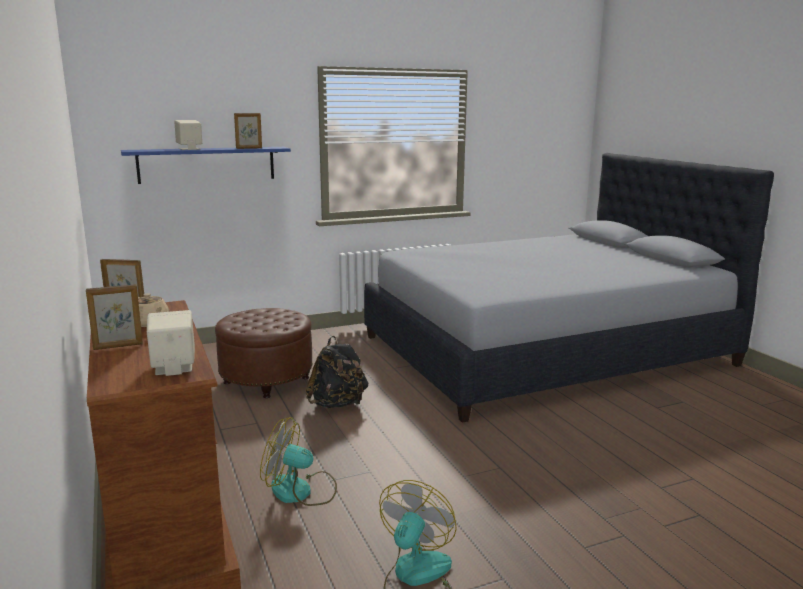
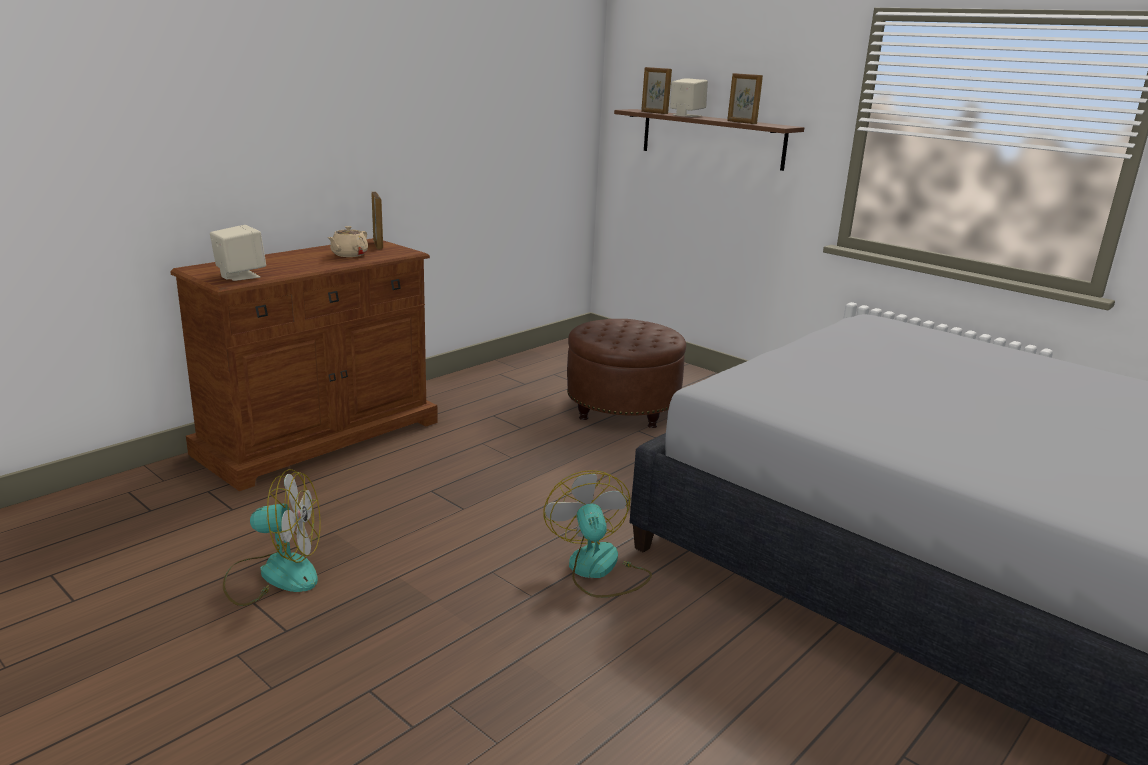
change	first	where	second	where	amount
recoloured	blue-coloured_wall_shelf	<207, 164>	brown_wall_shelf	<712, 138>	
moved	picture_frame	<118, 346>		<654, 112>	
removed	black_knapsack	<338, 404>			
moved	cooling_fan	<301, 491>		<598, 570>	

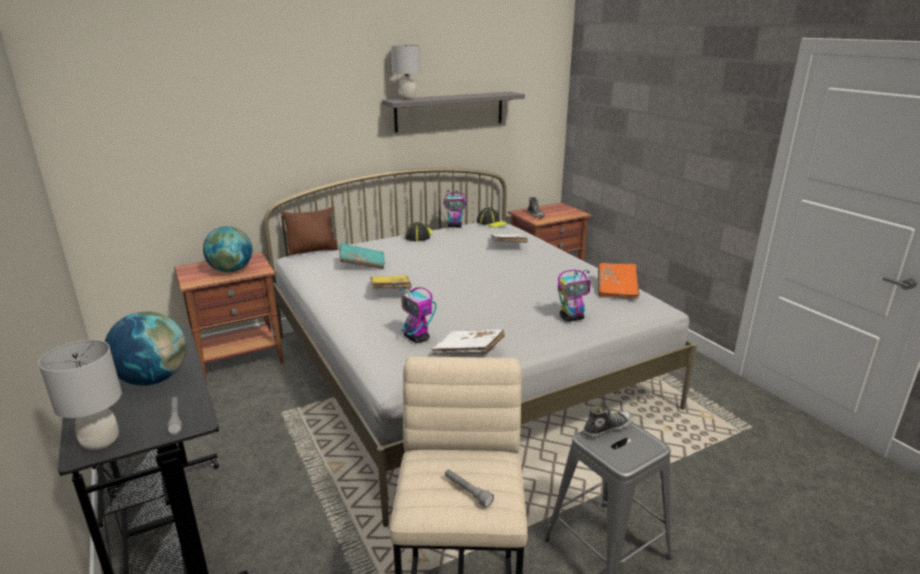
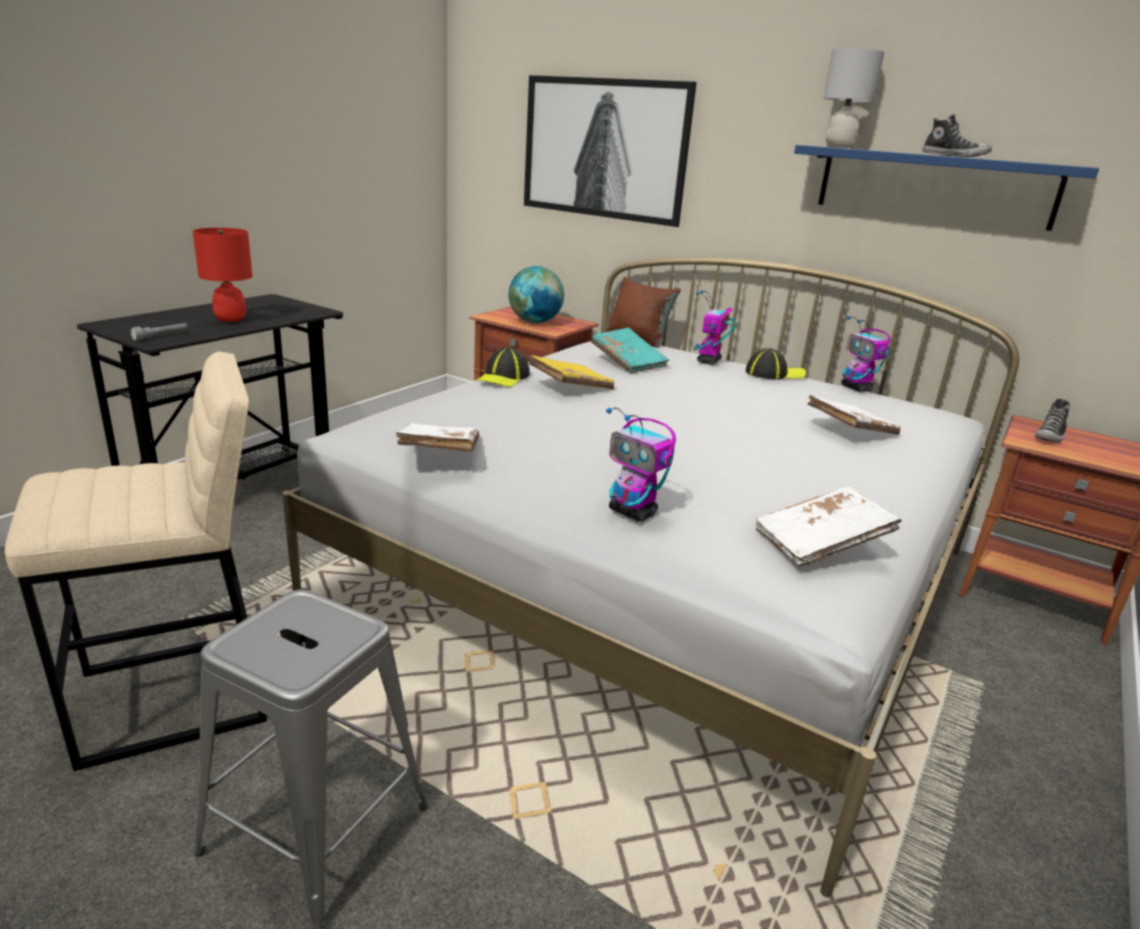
change	first	where	second	where	amount
recoloured	gray_wall_shelf	<450, 111>	blue-coloured_wall_shelf	<934, 186>	
moved	cap	<492, 223>		<503, 377>	
recoloured	orange_bound_book	<617, 289>	white_bound_book	<821, 543>	
moved	toy_robot	<417, 338>		<708, 361>	
replaced	desk_globe	<153, 379>	red-coloured_lamp_for_a_table	<231, 319>	
removed	gray_lamp_for_a_table	<99, 443>			
moved	shoe	<607, 428>		<954, 156>	
removed	gray_hand_torch	<467, 492>			
added			wall_picture	<603, 149>	

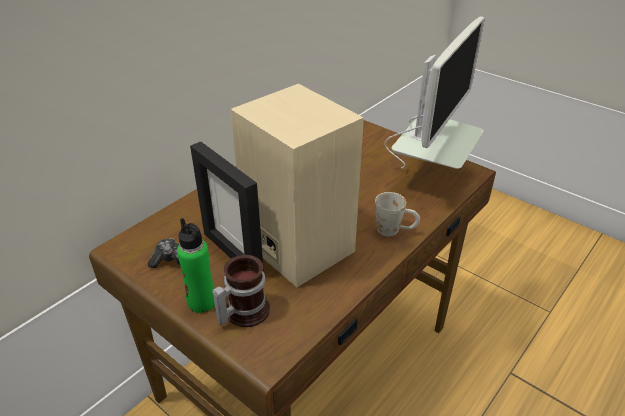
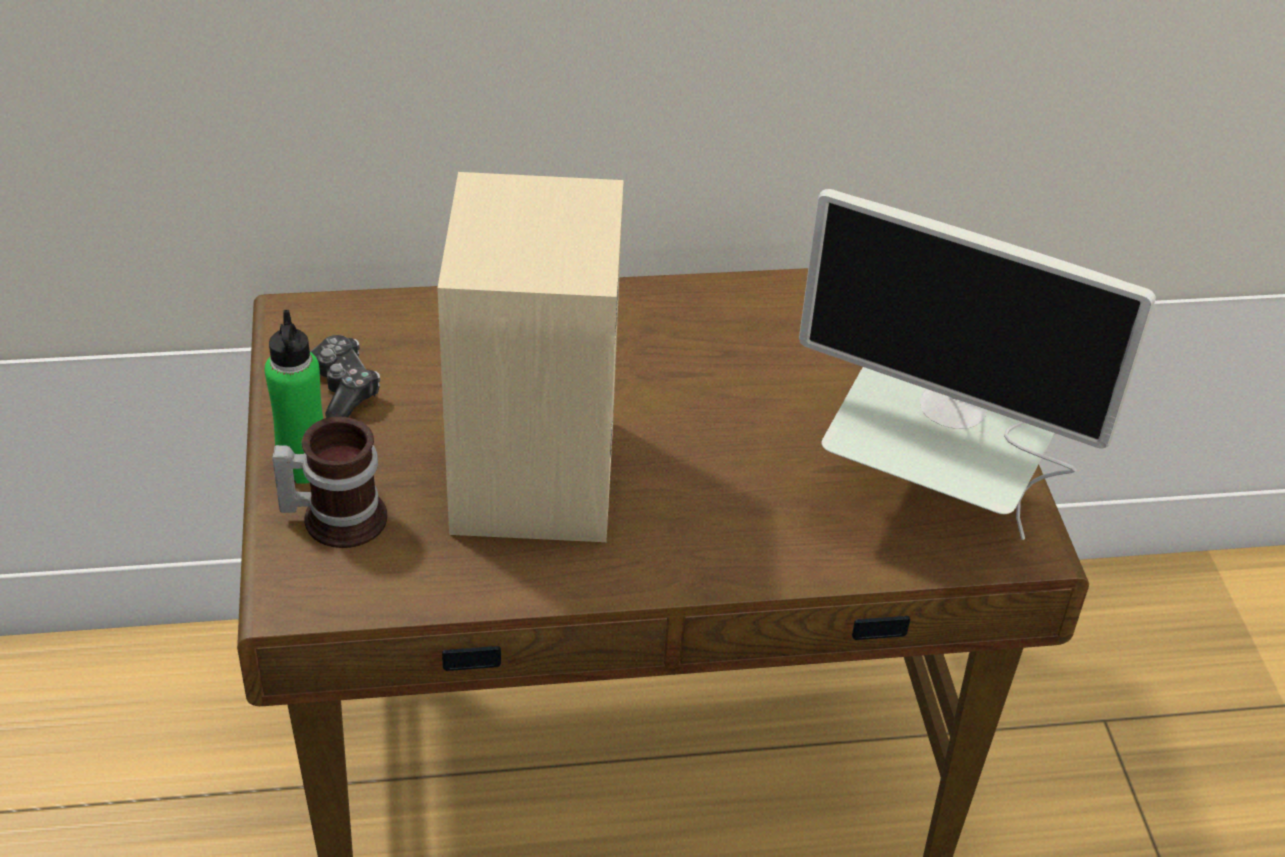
change	first	where	second	where	amount
turned	monitor	<429, 176>		<929, 504>	45 degrees clockwise
removed	picture_frame	<234, 252>			
removed	white_tea_mug	<395, 230>			

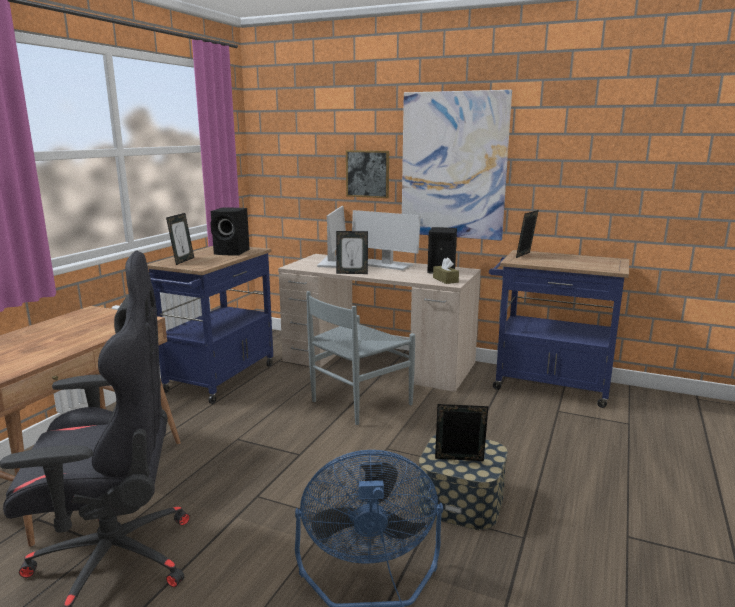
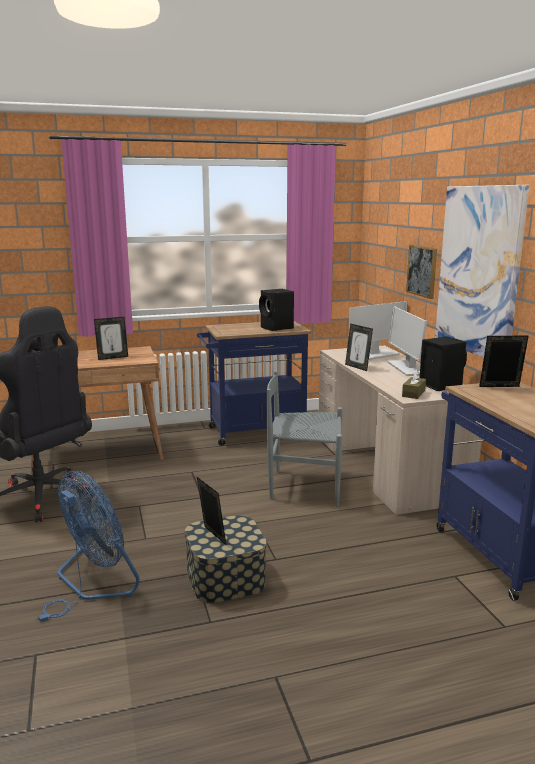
change	first	where	second	where	amount
moved	picture_frame	<182, 261>		<112, 357>	

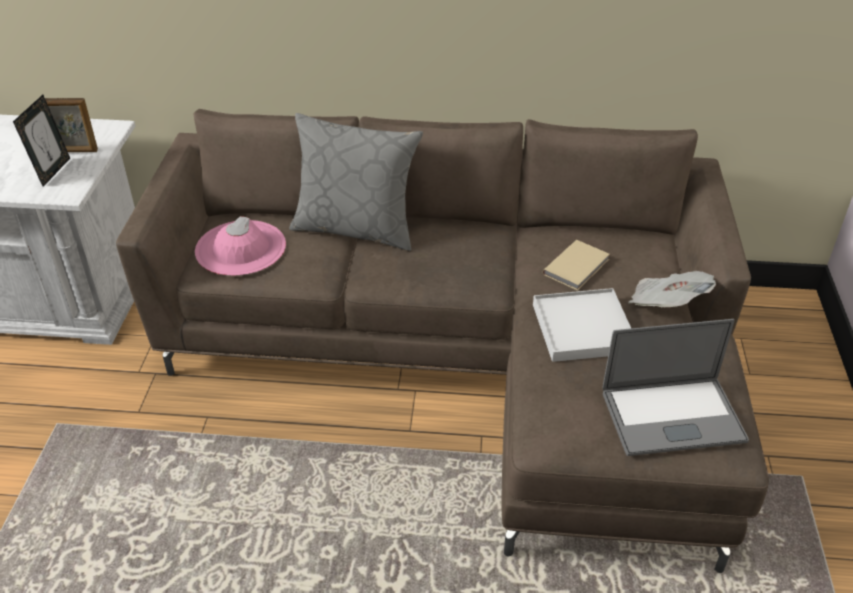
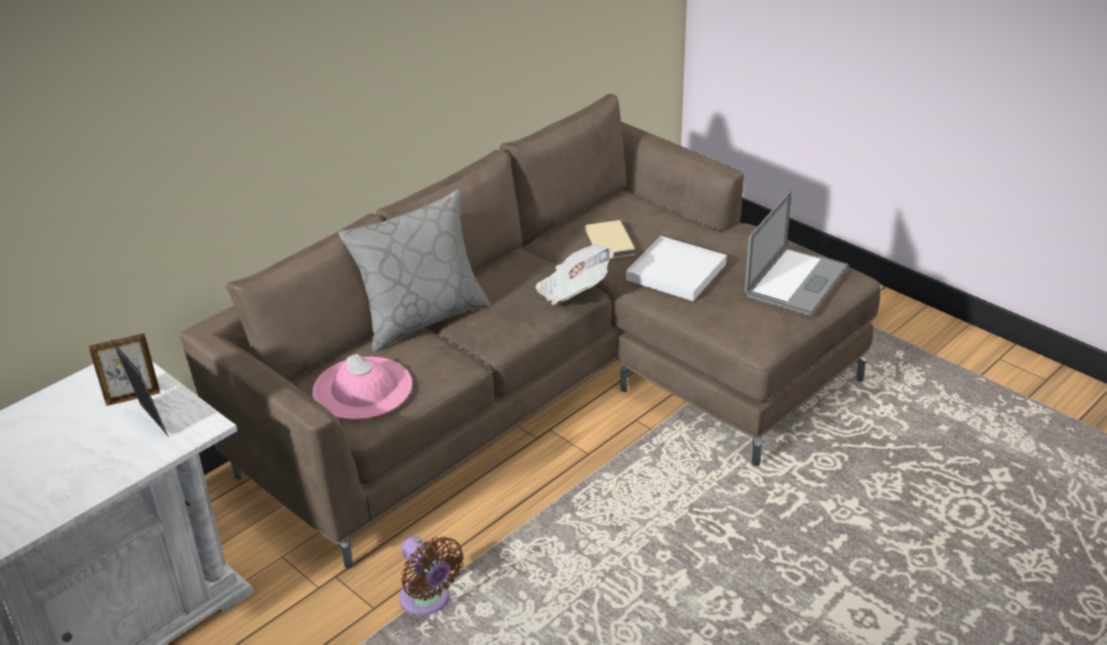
change	first	where	second	where	amount
turned	picture_frame	<75, 151>		<132, 397>	150 degrees counterclockwise
moved	printed_paper	<666, 304>		<573, 291>	
added			brown_cooling_fan	<428, 601>	

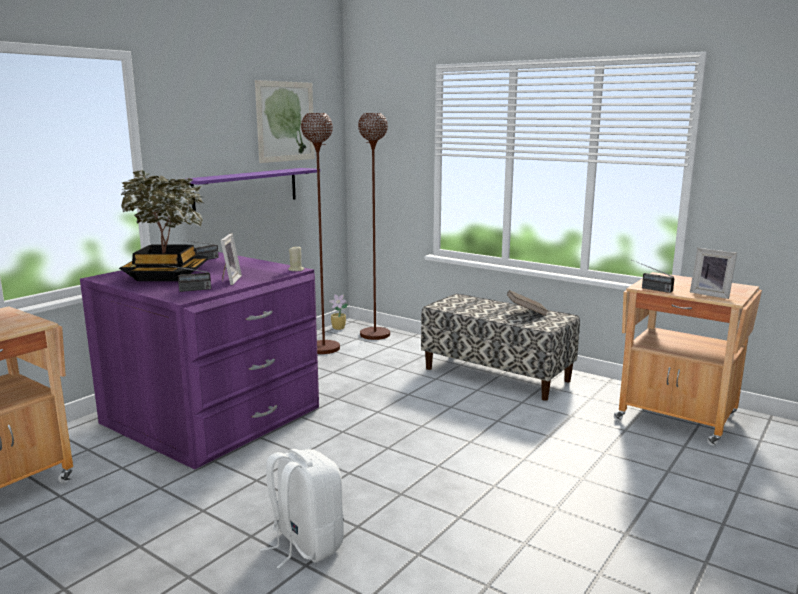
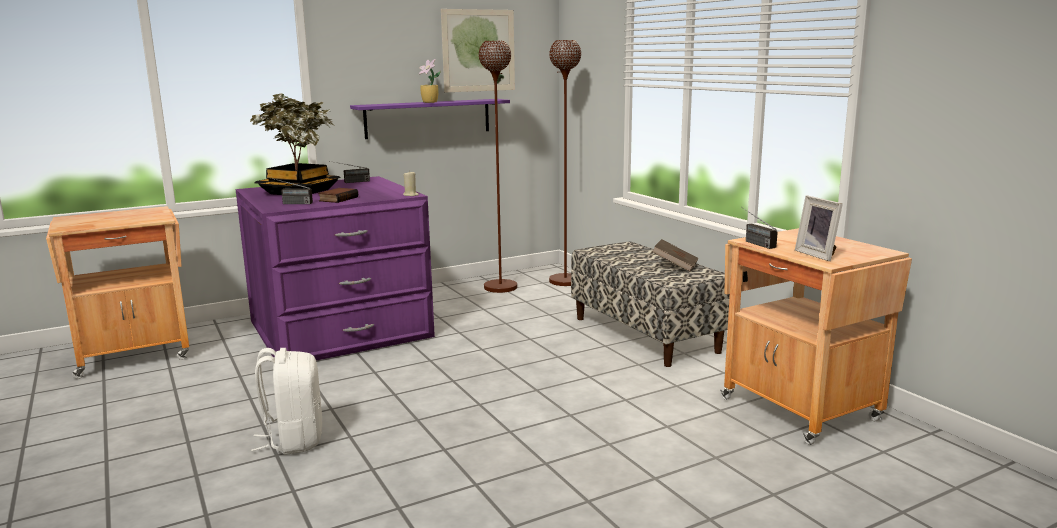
change	first	where	second	where	amount
replaced	picture_frame	<229, 280>	bound_book	<338, 199>	
moved	houseplant	<339, 328>		<430, 102>	

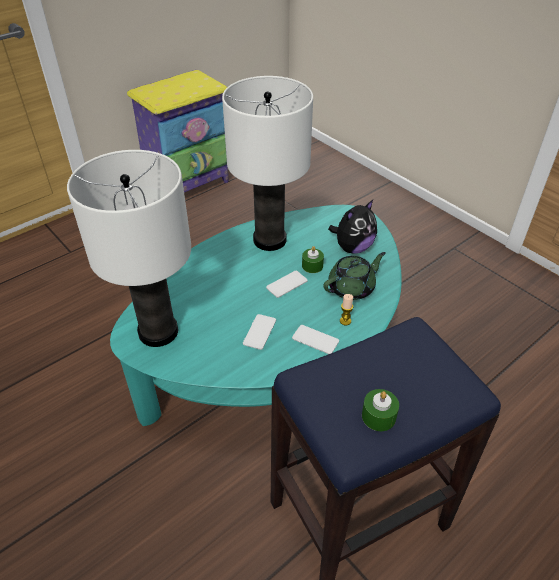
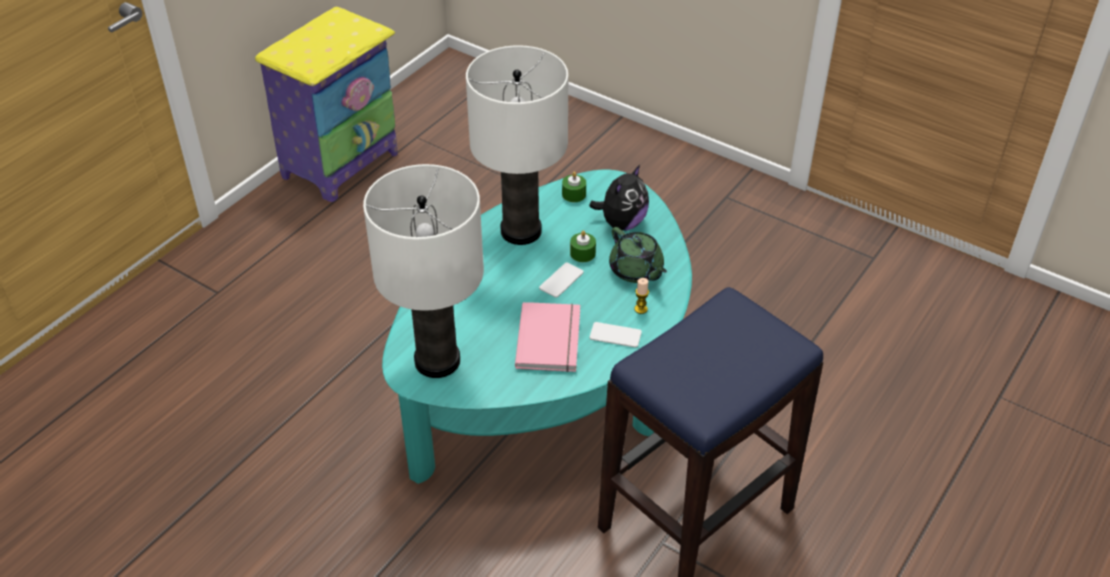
change	first	where	second	where	amount
turned	greenish_teapot	<352, 288>		<636, 271>	105 degrees clockwise
replaced	phone	<259, 332>	pinkish_bound_book	<551, 339>	
moved	greenish_wax_light	<378, 416>		<574, 194>	

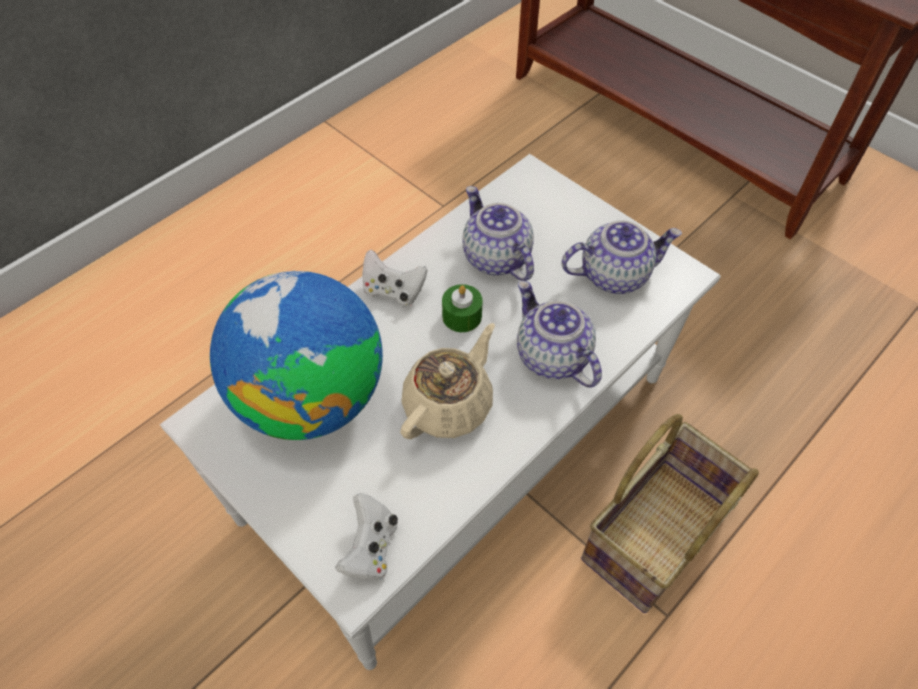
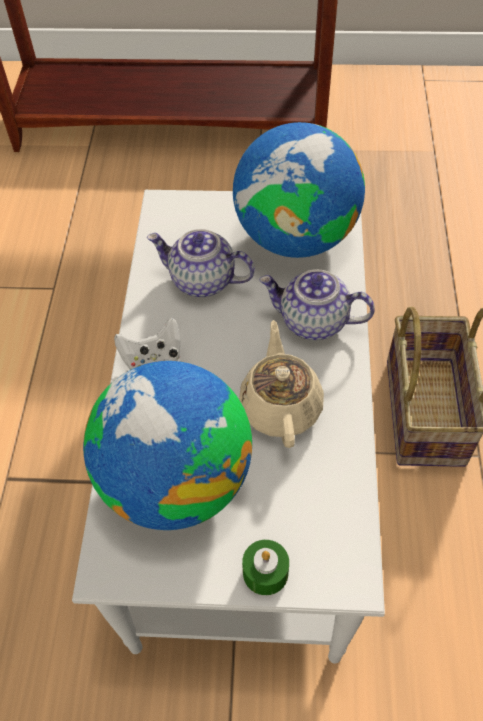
change	first	where	second	where	amount
replaced	teapot	<614, 274>	desk_globe	<295, 237>	
moved	greenish_wax_light	<462, 316>		<265, 572>	
removed	white_game_controller	<371, 548>			

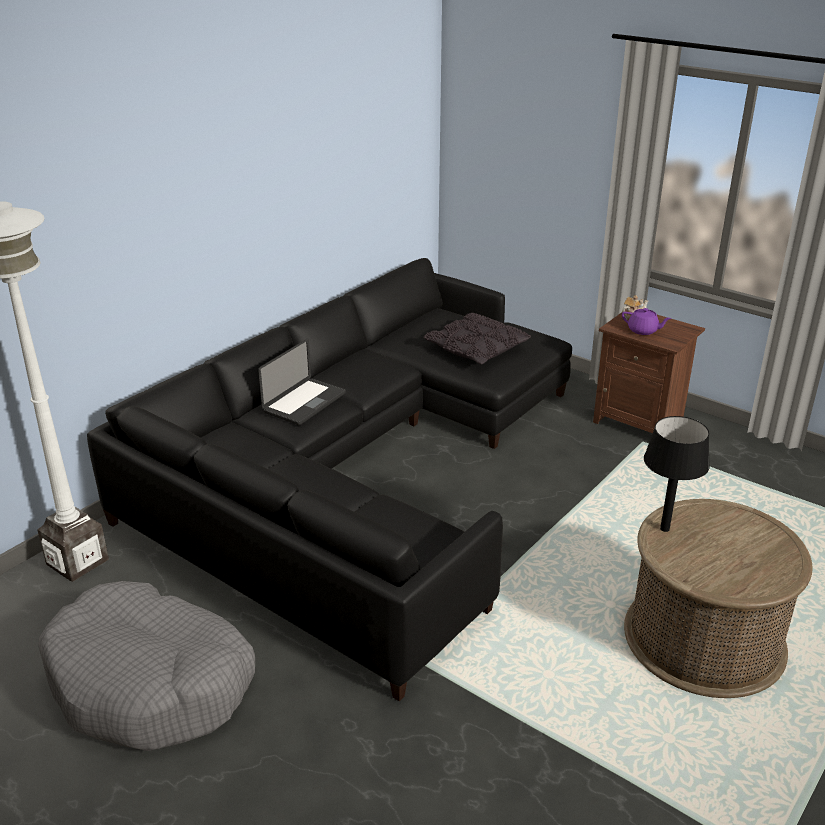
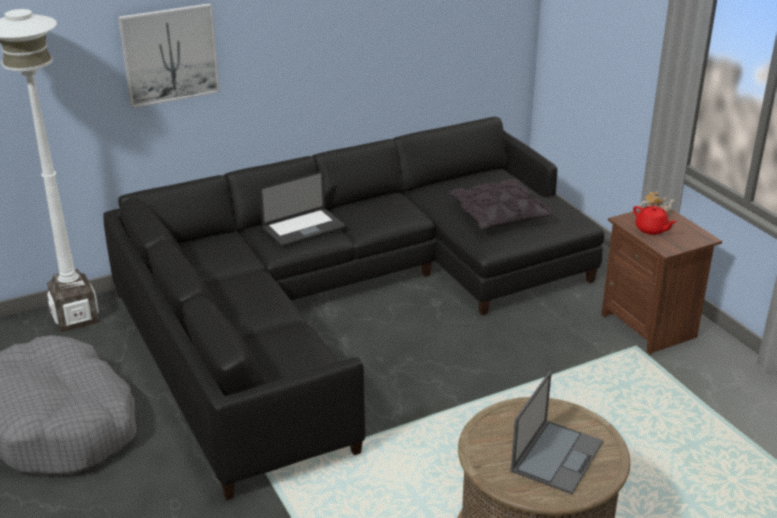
change	first	where	second	where	amount
recoloured	purple_teapot	<643, 331>	red-coloured_teapot	<651, 229>	
removed	black_lamp_for_a_table	<664, 529>			
added			wall_picture	<169, 54>	
added			notebook_computer	<557, 455>	

